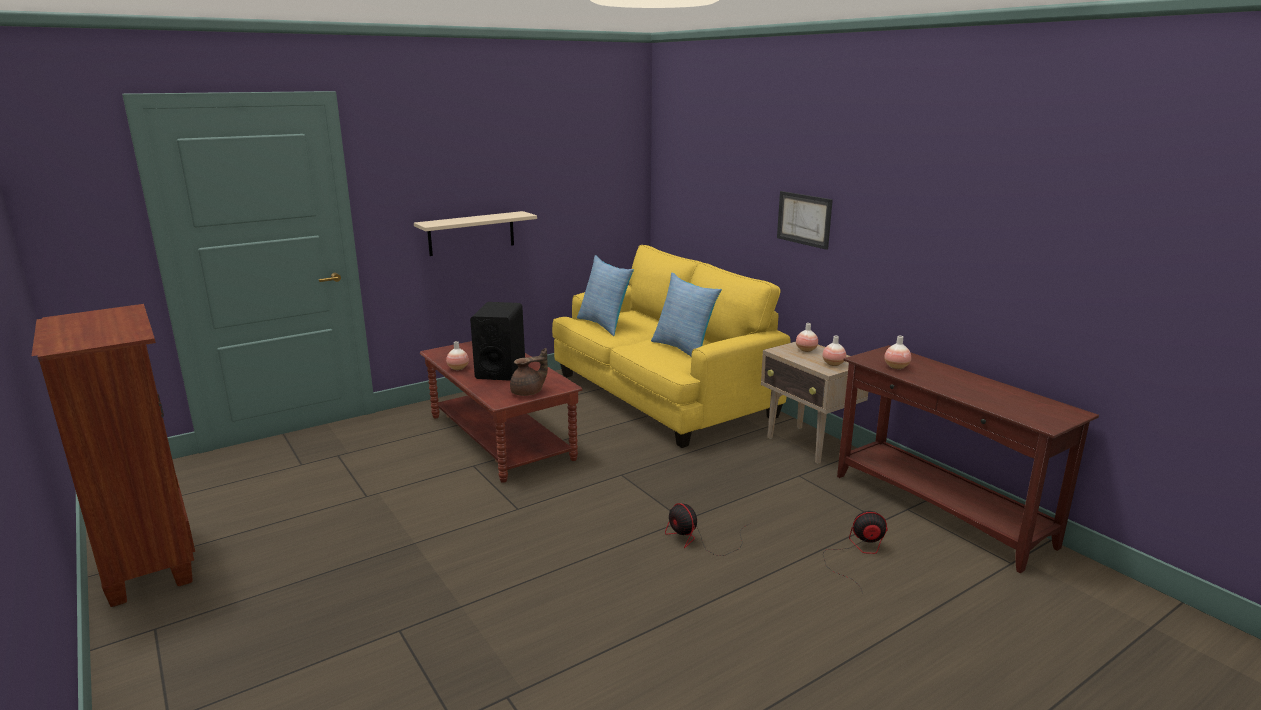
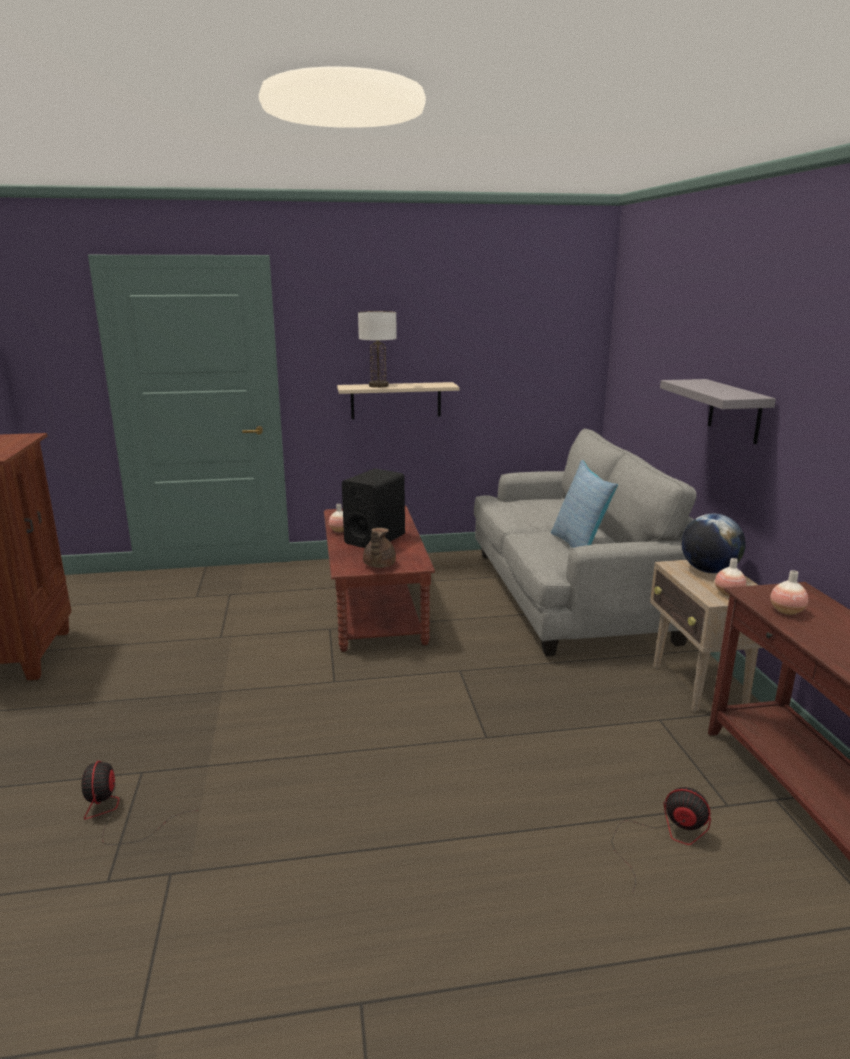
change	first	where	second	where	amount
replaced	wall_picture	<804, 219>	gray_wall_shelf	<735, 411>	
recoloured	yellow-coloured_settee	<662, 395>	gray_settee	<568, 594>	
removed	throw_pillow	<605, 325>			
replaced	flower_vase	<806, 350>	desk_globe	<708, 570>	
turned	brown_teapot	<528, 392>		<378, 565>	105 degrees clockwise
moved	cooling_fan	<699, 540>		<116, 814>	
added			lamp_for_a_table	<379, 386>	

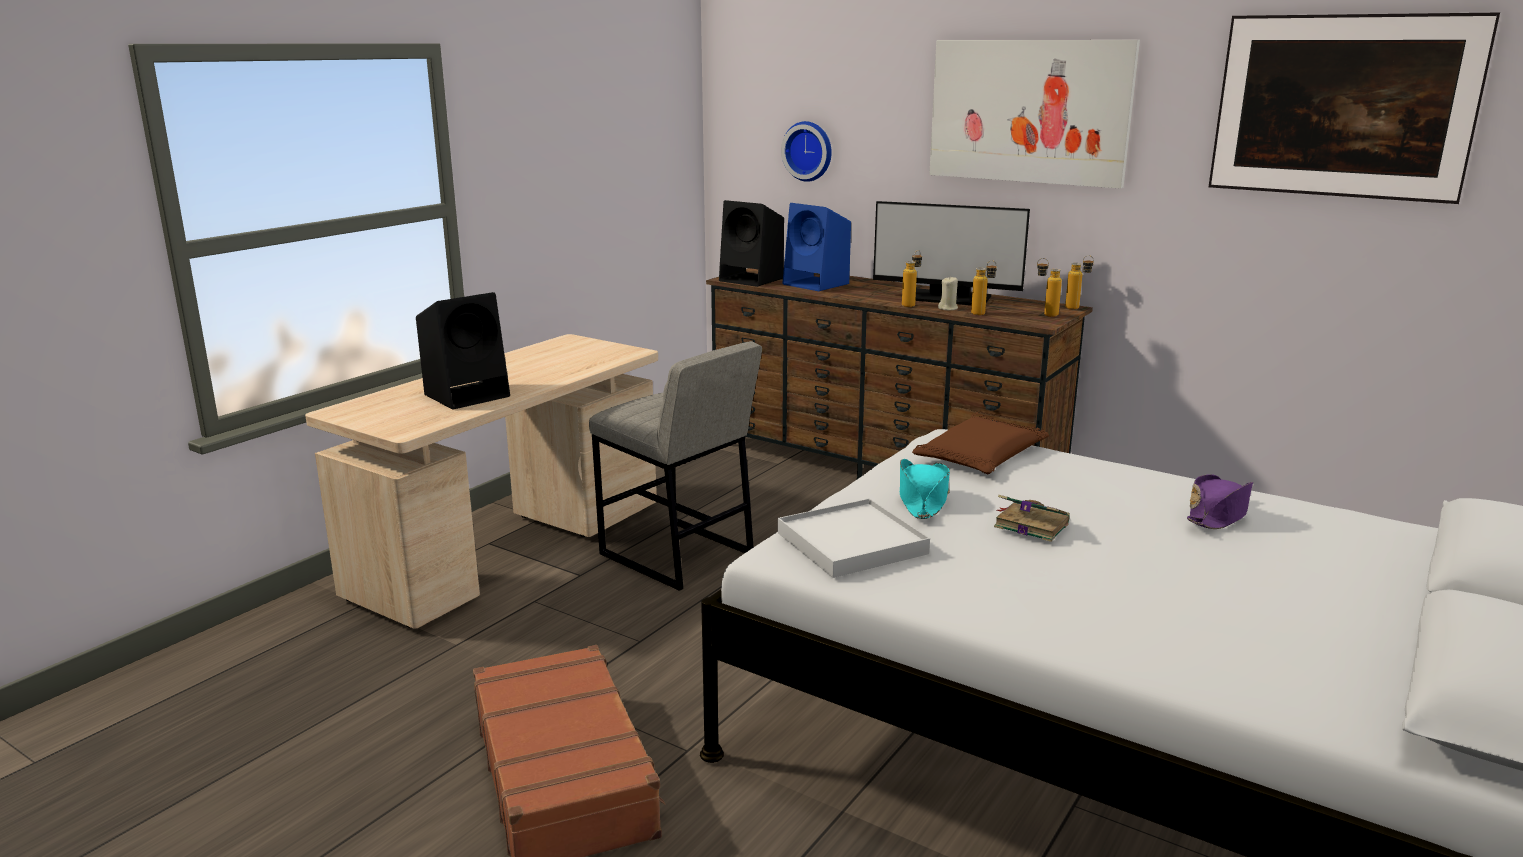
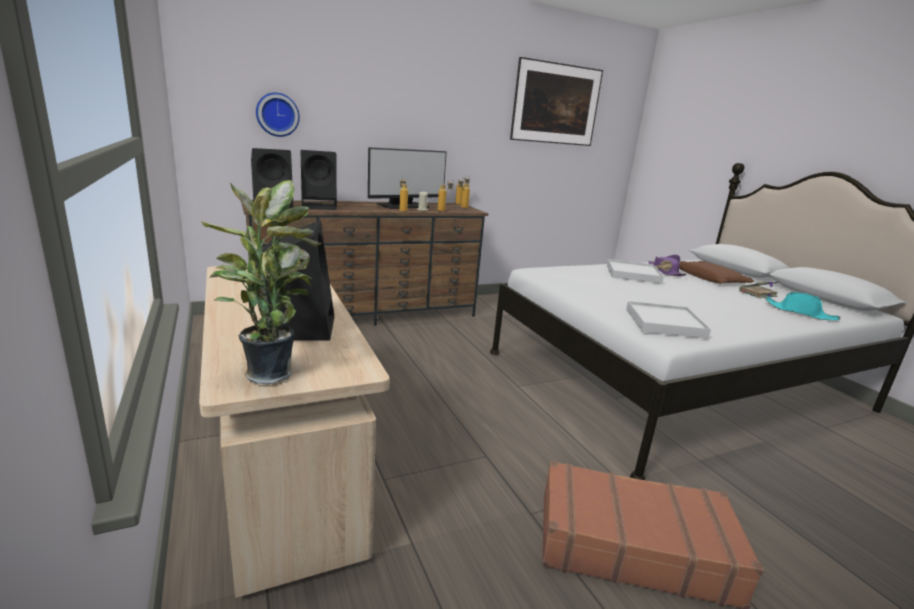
change	first	where	second	where	amount
removed	wall_picture	<1029, 111>			
recoloured	blue-coloured_speaker	<817, 284>	black_speaker	<320, 206>	
removed	gray_upright_chair	<679, 555>			
moved	brown_throw_pillow	<980, 454>		<709, 277>	
moved	turquoise_hat	<922, 499>		<800, 312>	
moved	bound_book	<1029, 525>		<757, 294>	
added			houseplant	<270, 372>	
added			white_serving_tray	<633, 274>	

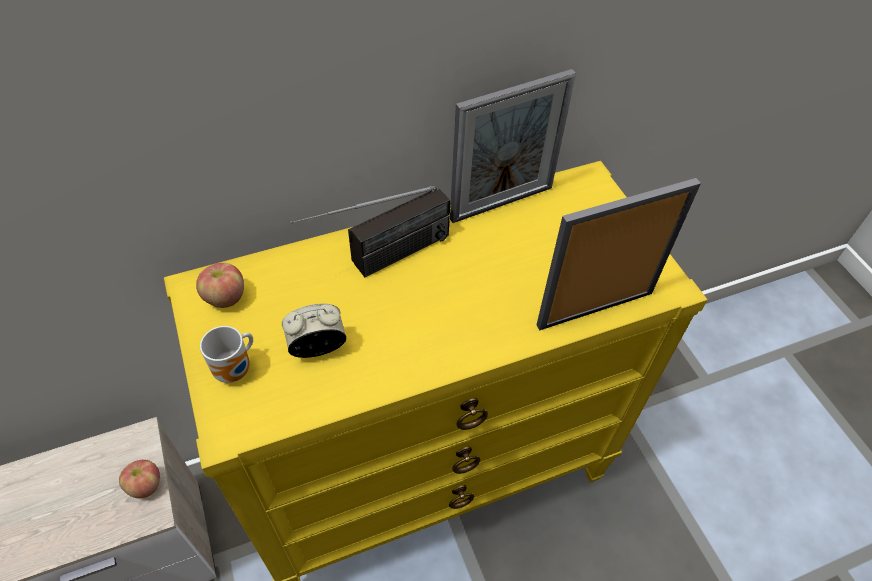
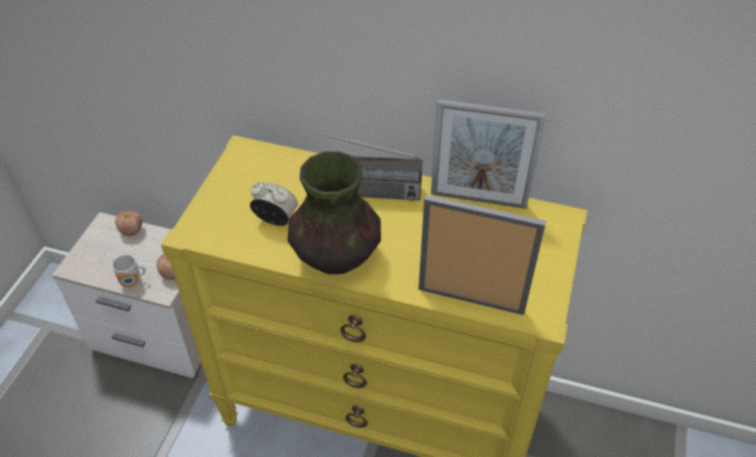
change	first	where	second	where	amount
moved	whole_apple	<225, 297>		<131, 230>	
moved	tea_mug	<236, 370>		<132, 282>	
added			flower_vase	<335, 256>	

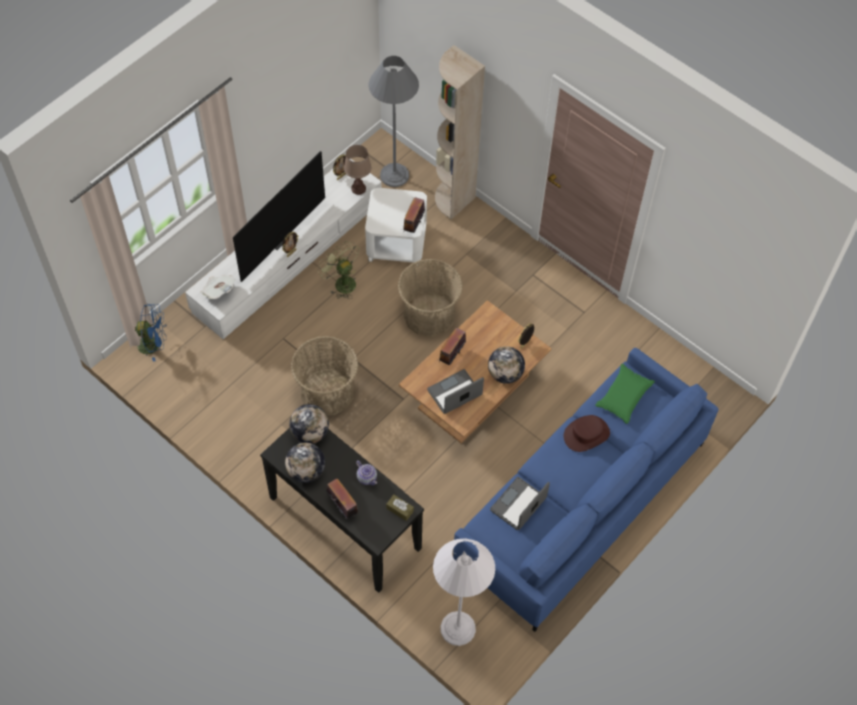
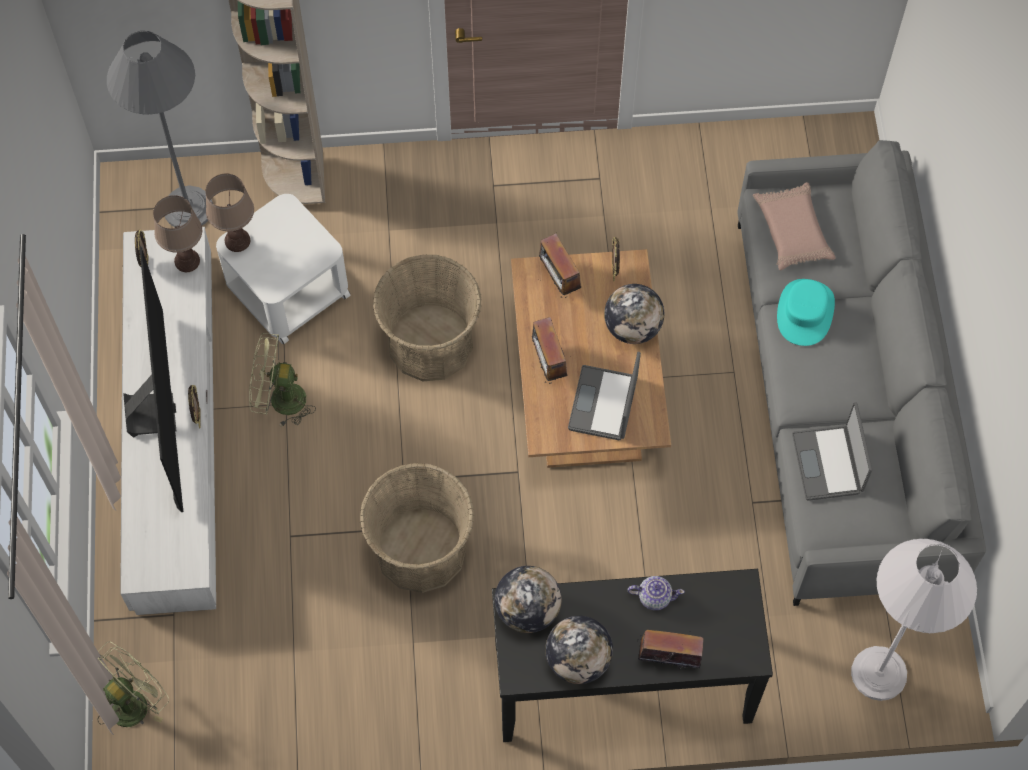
change	first	where	second	where	amount
moved	radio_receiver	<413, 225>		<559, 279>	
removed	printed_paper	<219, 291>			
recoloured	blue-coloured_cooling_fan	<153, 344>	greenish_cooling_fan	<134, 700>	
recoloured	blue-coloured_settee	<580, 502>	gray_settee	<840, 402>	
recoloured	greenish_throw_pillow	<624, 395>	sand-coloured_throw_pillow	<792, 230>	
recoloured	brown_hat	<586, 434>	turquoise_hat	<804, 312>	
removed	brown_tissue_box	<400, 509>			
added			brown_lamp_for_a_table	<237, 241>	

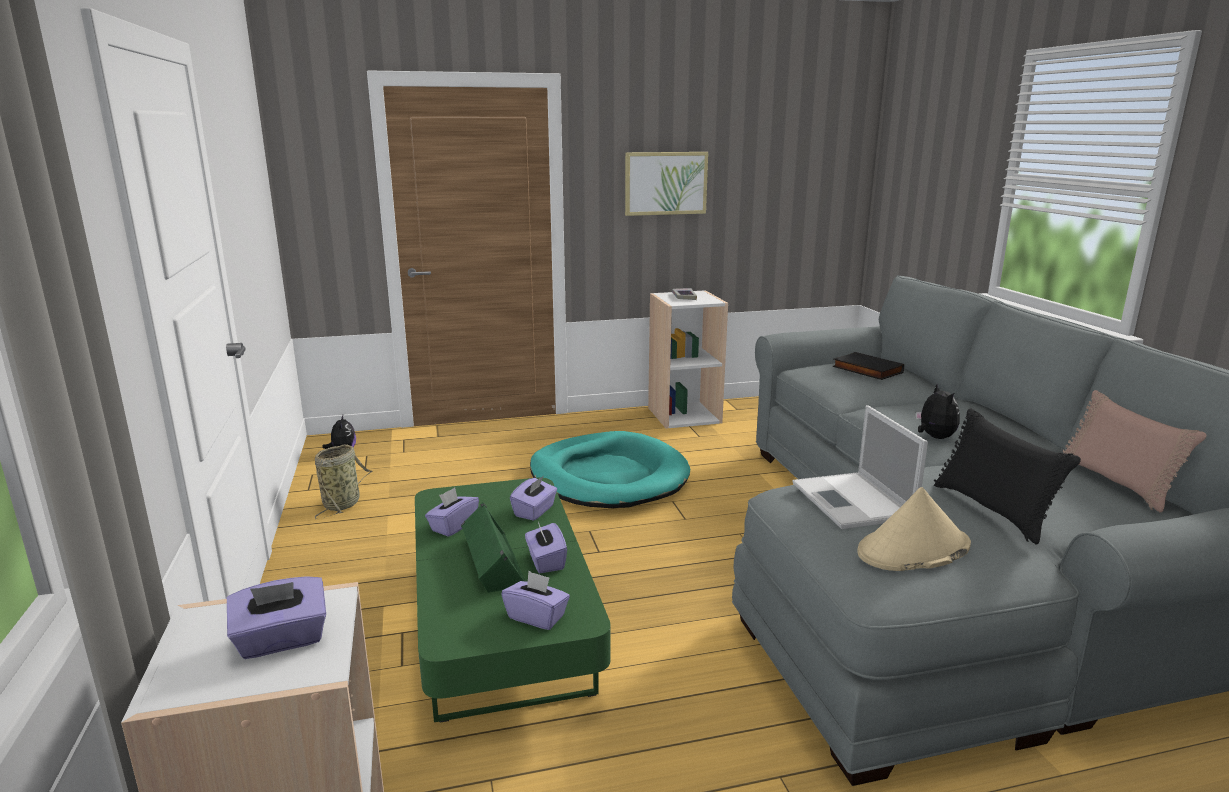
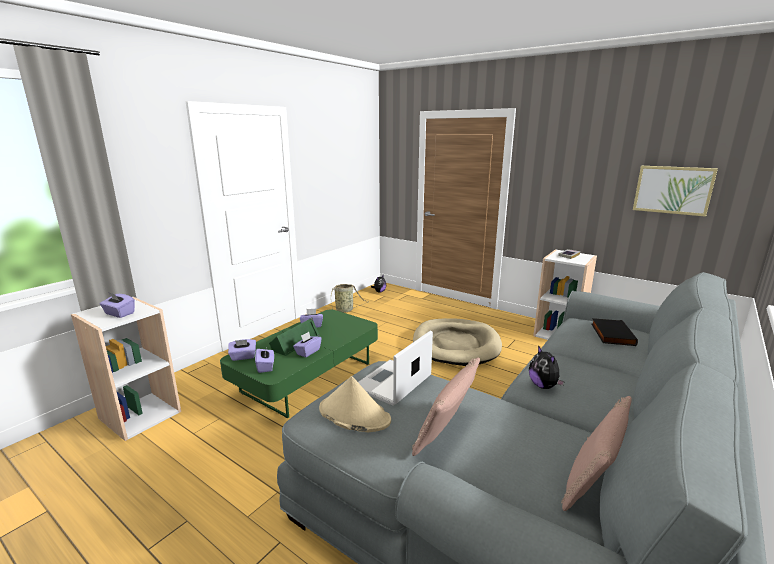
change	first	where	second	where	amount
moved	wall_picture	<665, 183>		<673, 190>	
turned	cuddly_toy	<934, 437>		<543, 386>	120 degrees clockwise
recoloured	black_throw_pillow	<993, 511>	sand-coloured_throw_pillow	<445, 430>	
recoloured	turquoise_dog_cushion	<608, 477>	sand-coloured_dog_cushion	<456, 345>	
moved	purple_tissue_box	<534, 511>		<243, 357>	

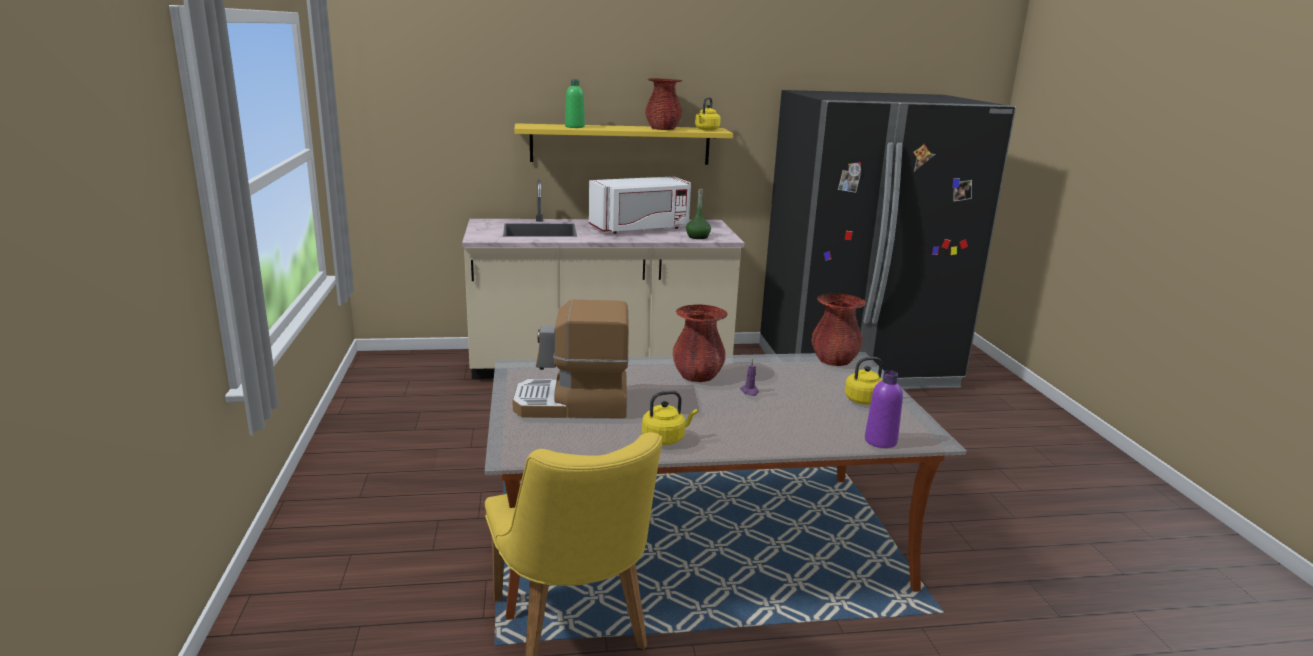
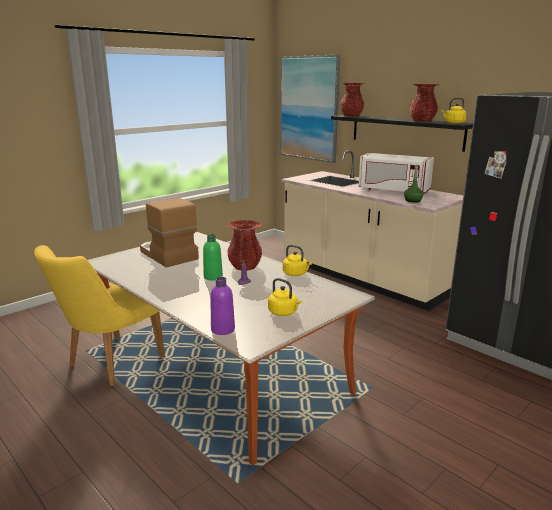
change	first	where	second	where	amount
moved	greenish_bottle	<574, 127>		<213, 277>	
recoloured	yellow-coloured_wall_shelf	<620, 144>	black_wall_shelf	<405, 132>	
moved	red-coloured_flower_vase	<834, 360>		<351, 115>	
moved	yellow-coloured_tea_kettle	<665, 438>		<296, 274>	
added			wall_picture	<308, 108>	

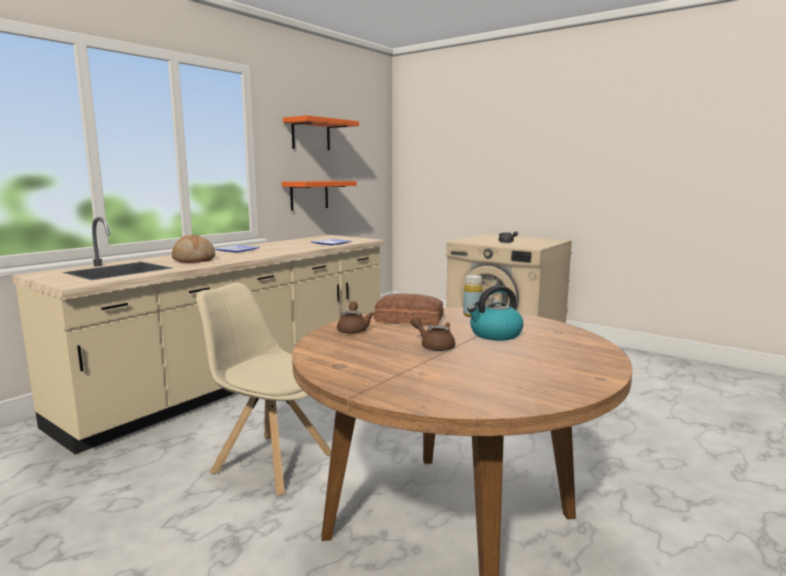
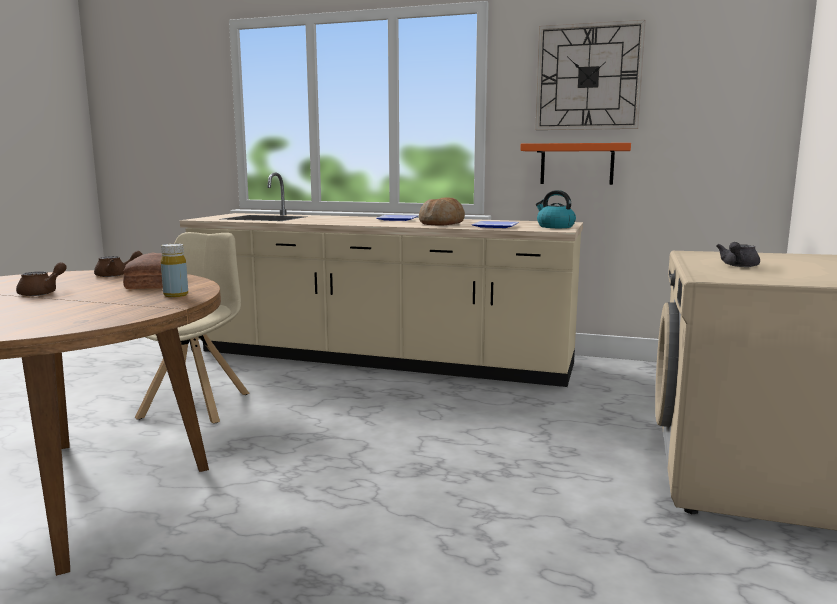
change	first	where	second	where	amount
replaced	orange_wall_shelf	<311, 135>	wall_clock	<588, 77>	
moved	bread	<193, 260>		<442, 223>	
moved	tea_kettle	<495, 334>		<554, 226>	

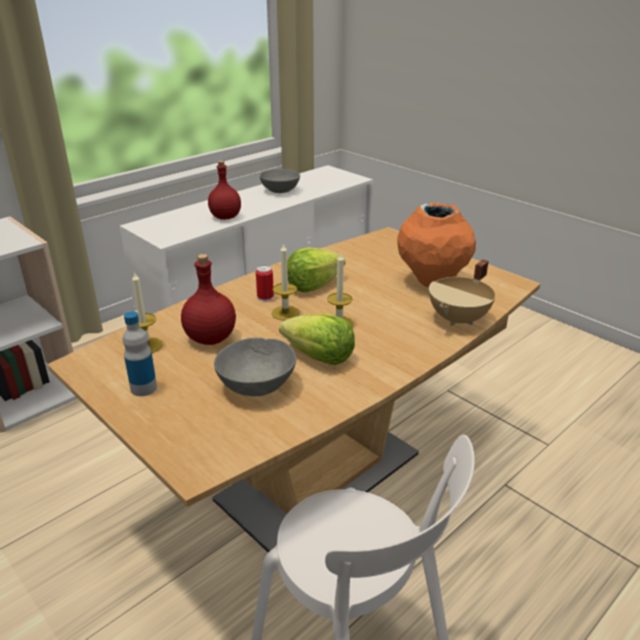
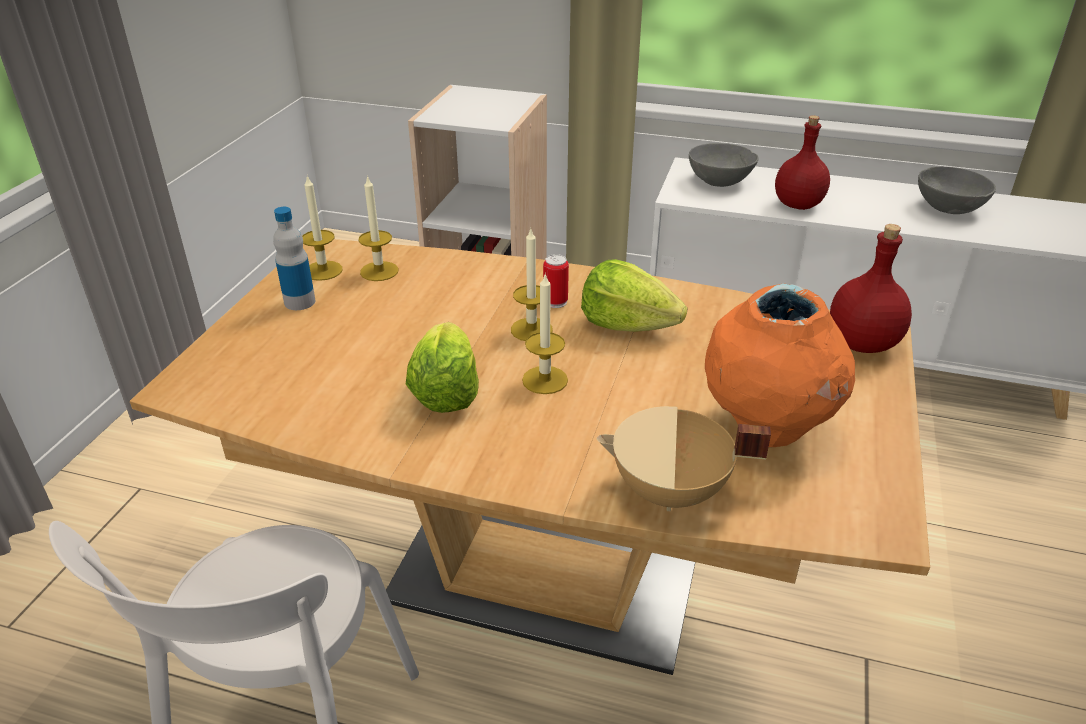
change	first	where	second	where	amount
moved	red-coloured_bottle	<211, 339>		<862, 344>	
moved	gray_deep_dish	<256, 385>		<719, 181>	
added			wax_light	<323, 270>	

